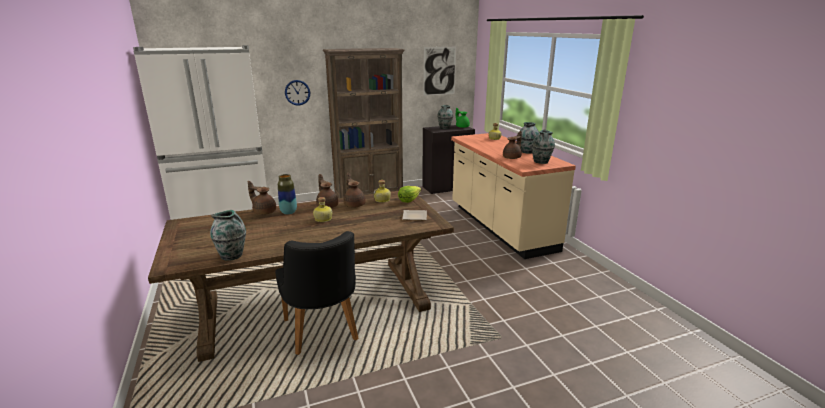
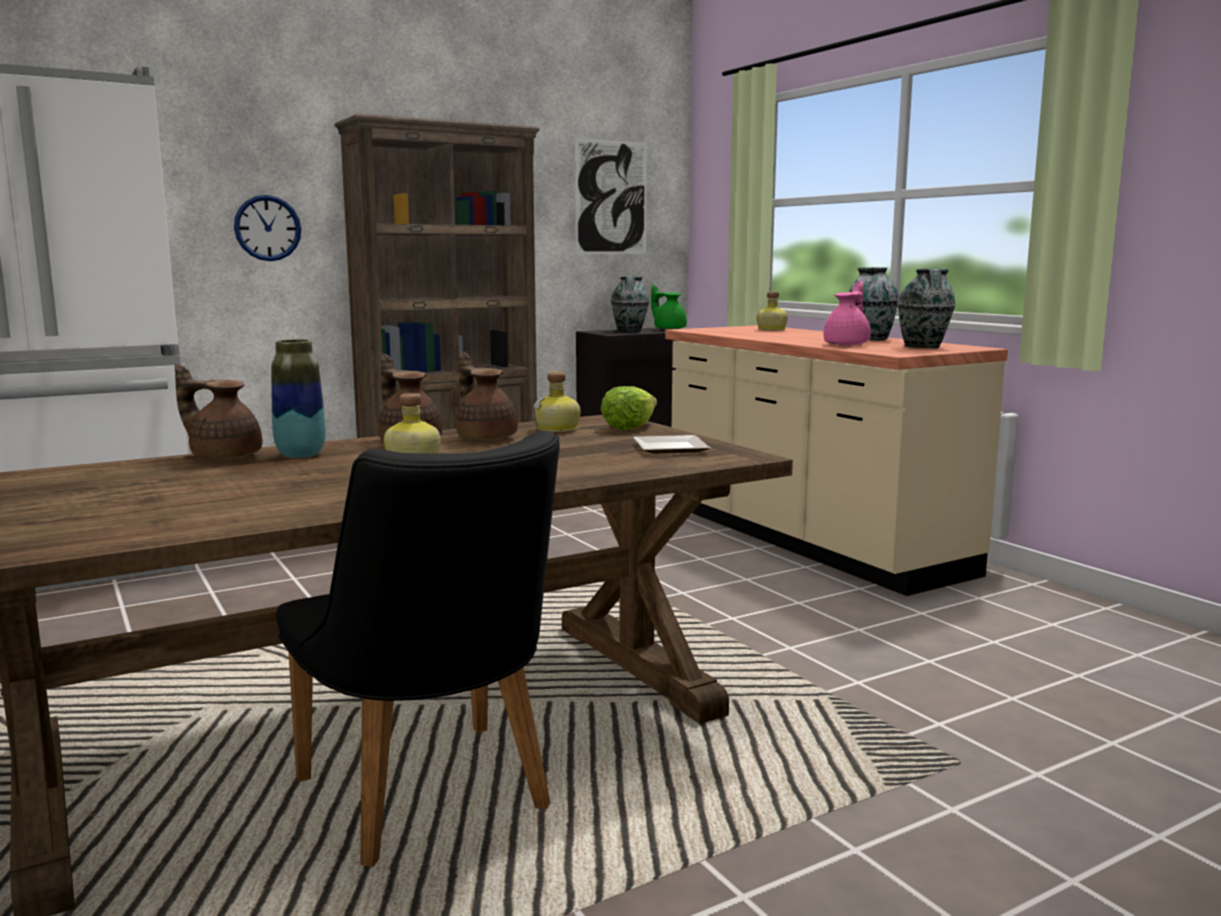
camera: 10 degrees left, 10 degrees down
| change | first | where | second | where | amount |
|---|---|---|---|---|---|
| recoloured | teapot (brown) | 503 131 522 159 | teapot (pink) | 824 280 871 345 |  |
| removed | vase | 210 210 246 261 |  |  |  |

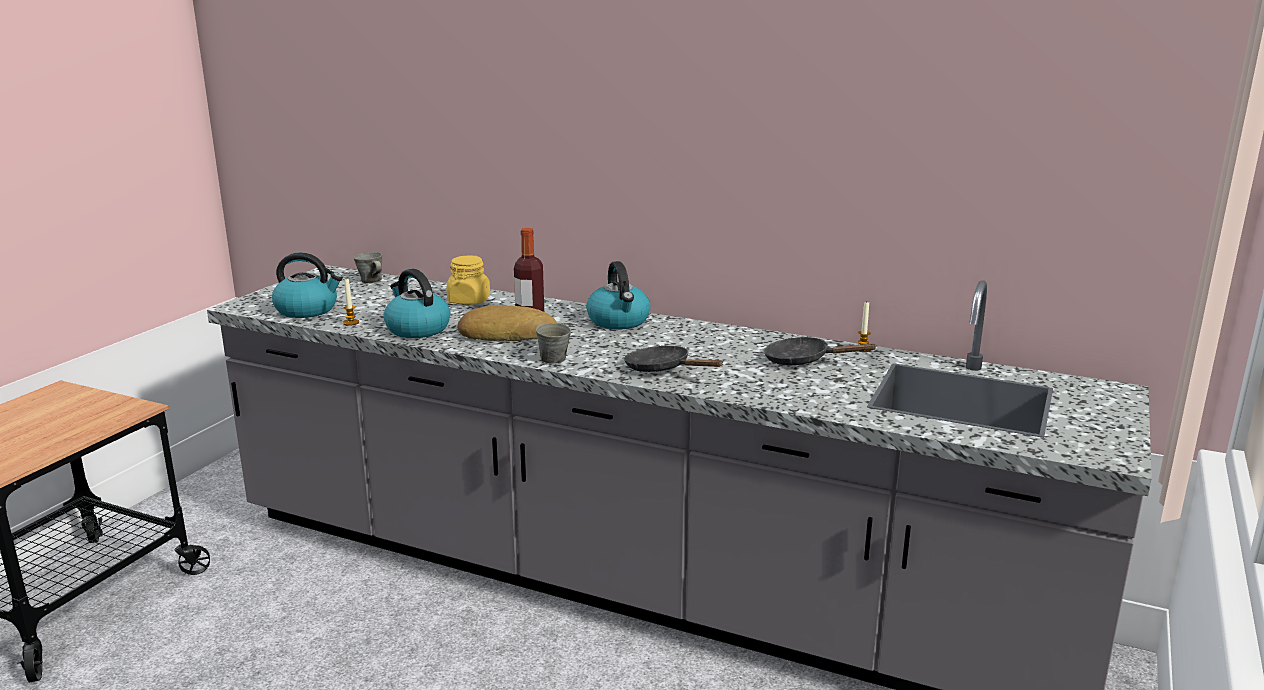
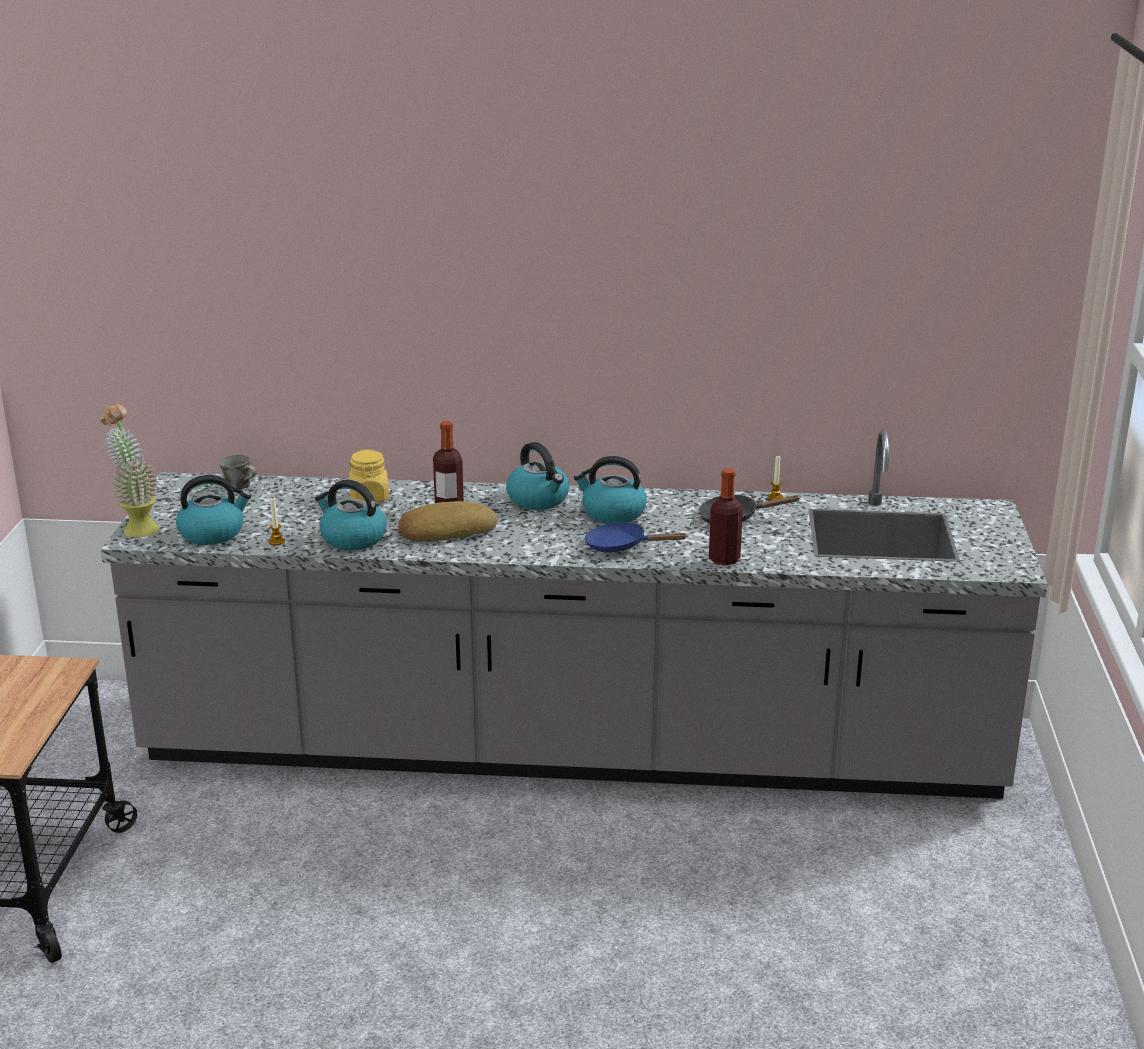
camera: 20 degrees left, 5 degrees up
| change | first | where | second | where | amount |
|---|---|---|---|---|---|
| added |  |  | potted plant | 101 404 159 537 |  |
| added |  |  | kettle | 574 456 647 524 |  |
| recoloured | frying pan (black) | 624 346 723 372 | frying pan (blue) | 585 521 688 553 |  |
| added |  |  | bottle | 709 468 743 565 |  |
| removed | mug (grey) | 536 323 571 364 |  |  |  |

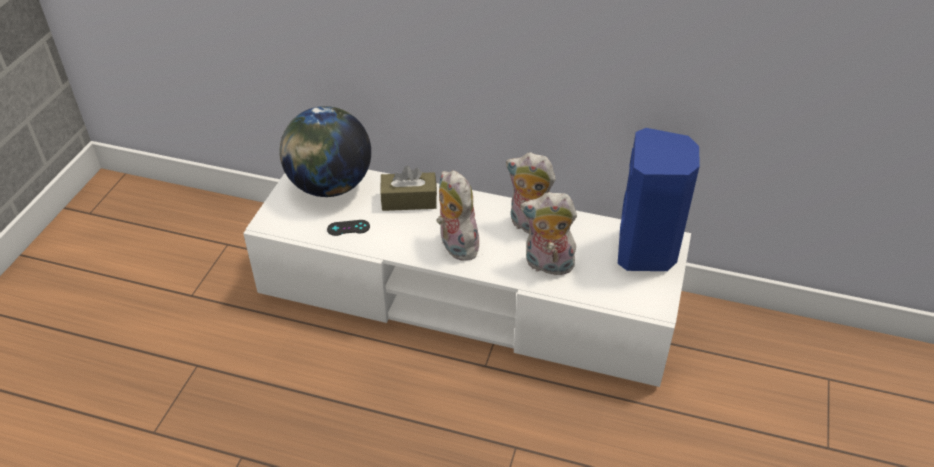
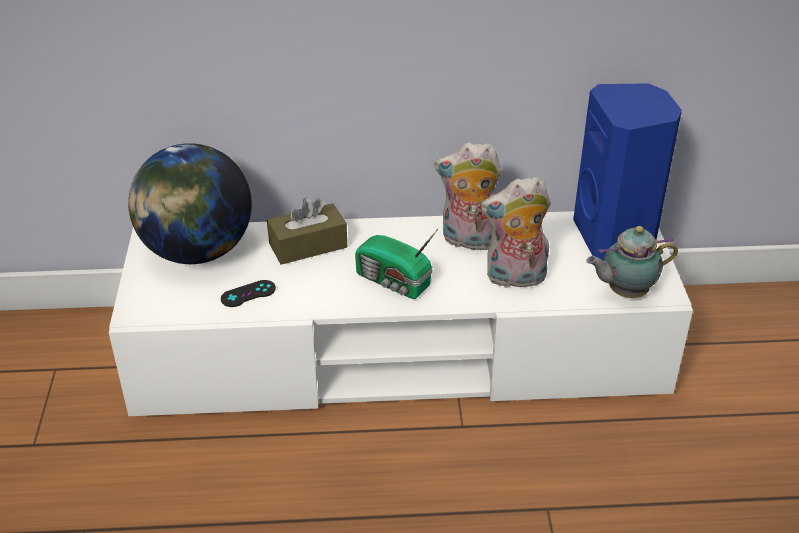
camera: 20 degrees left, 5 degrees down
| change | first | where | second | where | amount |
|---|---|---|---|---|---|
| replaced | plush toy | 437 170 482 261 | radio | 355 228 439 299 |  |
| added |  |  | teapot | 586 226 678 298 |  |

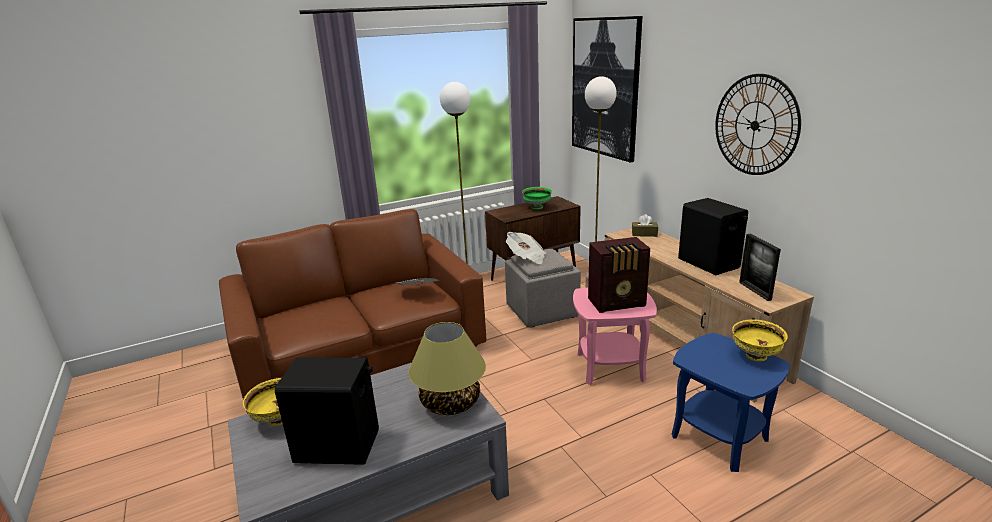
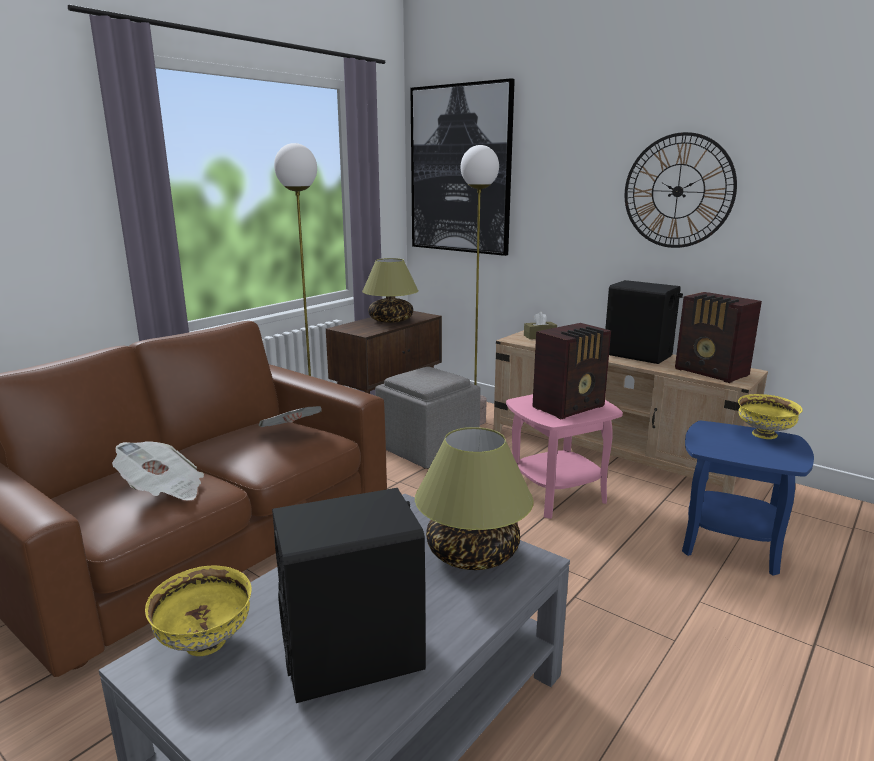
camera: 25 degrees left, 5 degrees down
| change | first | where | second | where | amount |
|---|---|---|---|---|---|
| moved | newspaper | 506 232 546 264 |  | 112 441 204 501 |  |
| replaced | bowl (green) | 522 187 552 209 | table lamp | 362 258 418 323 |  |
| replaced | picture frame | 739 234 781 301 | radio | 675 292 762 383 |  |

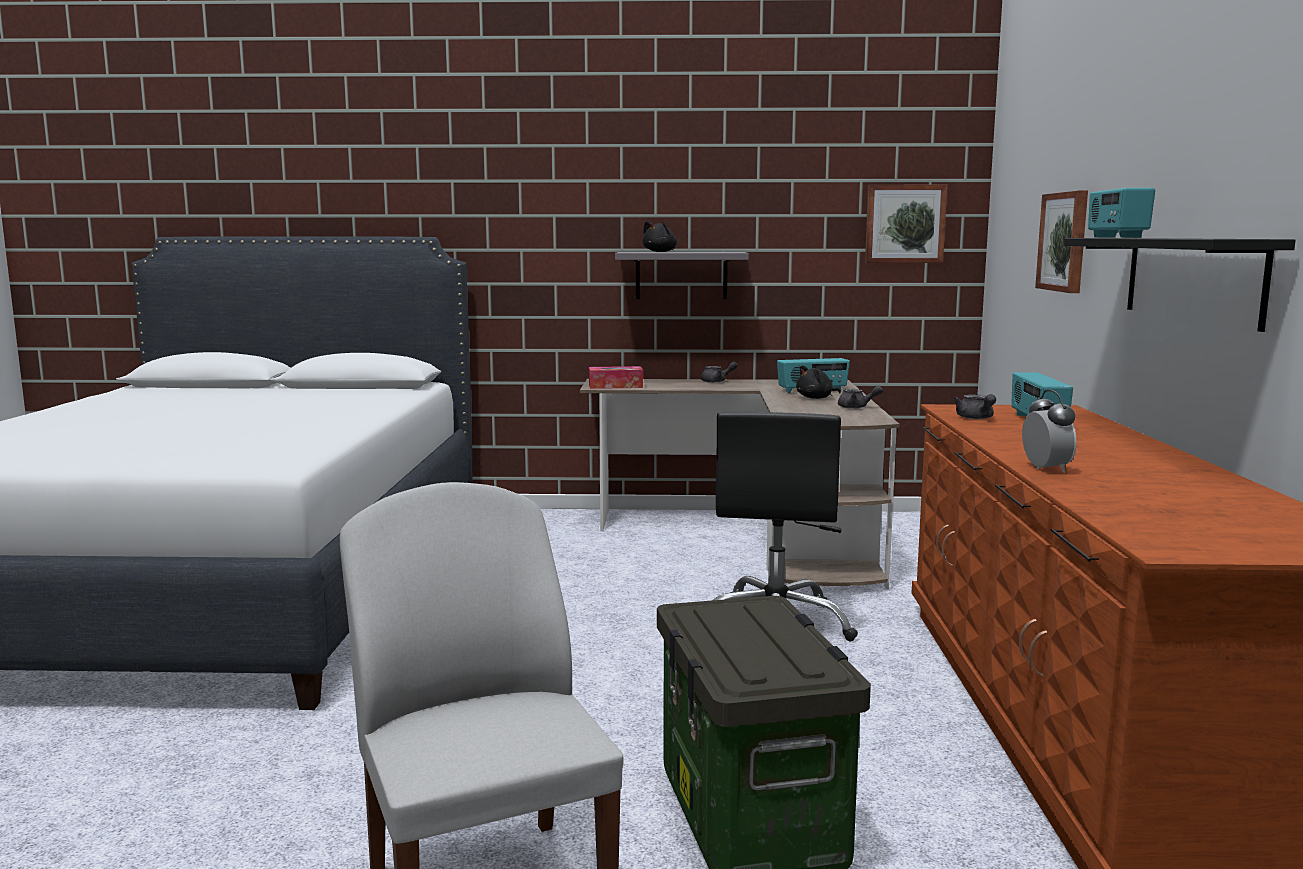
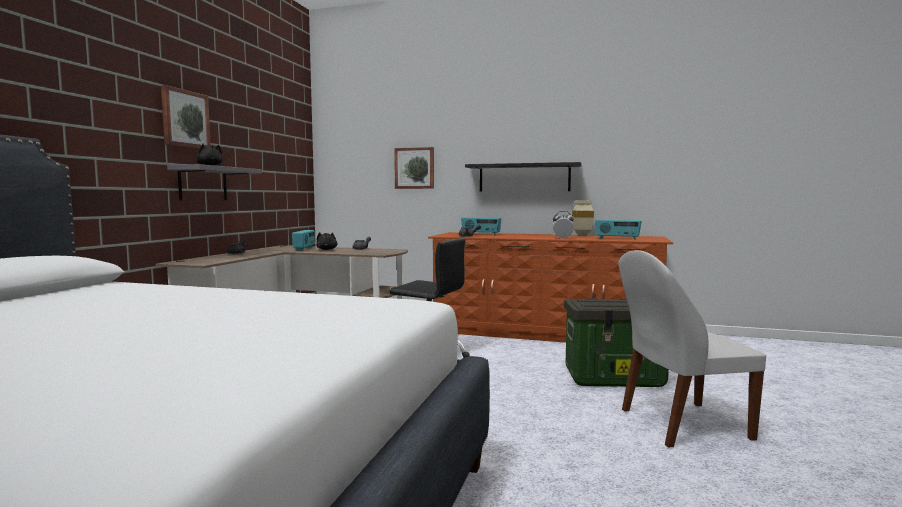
camera: 75 degrees left, 5 degrees down
| change | first | where | second | where | amount |
|---|---|---|---|---|---|
| moved | picture | 865 185 947 263 |  | 161 85 211 149 |  |
| added |  |  | vase (beige) | 572 200 594 236 |  |
| moved | radio | 1088 188 1155 238 |  | 595 219 641 240 |  |
| removed | tissue box | 589 366 643 389 |  |  |  |

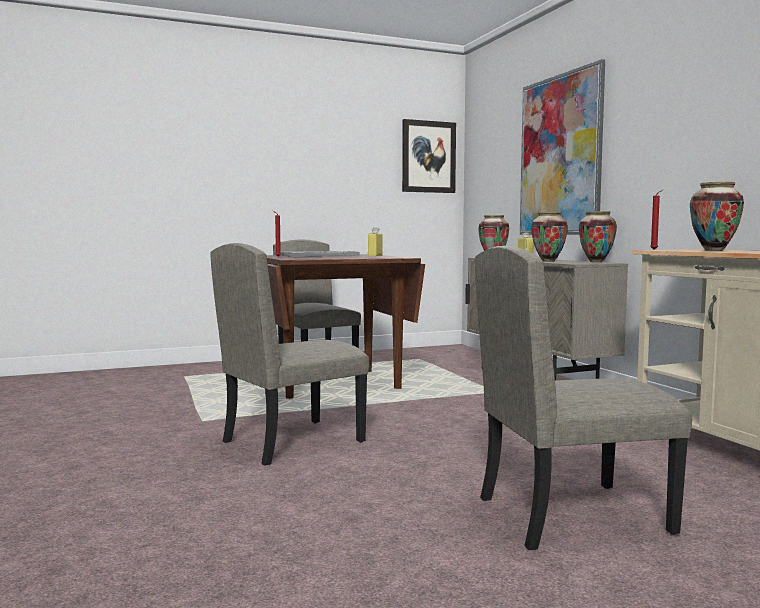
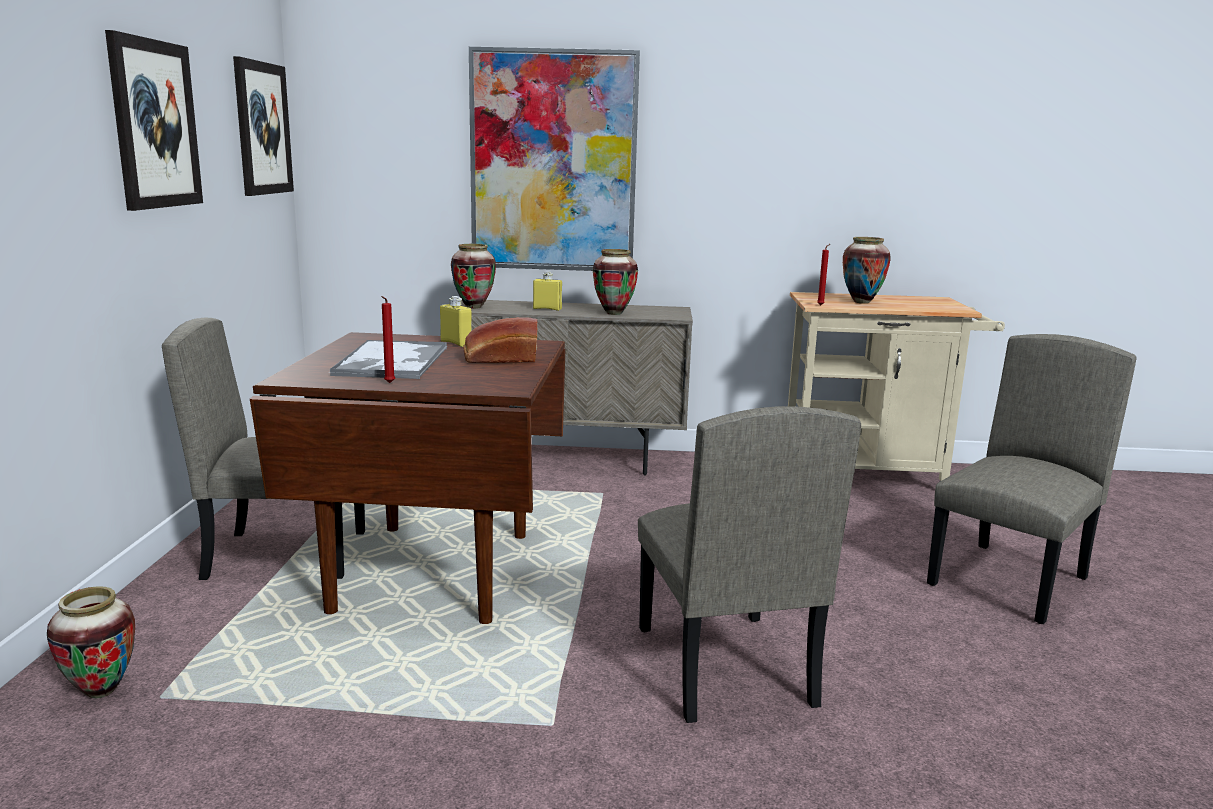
camera: 65 degrees left, 10 degrees up
| change | first | where | second | where | amount |
|---|---|---|---|---|---|
| moved | vase | 579 211 617 262 |  | 47 586 135 698 |  |
| added |  |  | picture | 105 30 203 211 |  |
| added |  |  | bread | 464 317 538 363 |  |
| turned | chair (beige) | 475 246 692 550 |  | 927 334 1137 624 | 150 degrees counterclockwise |

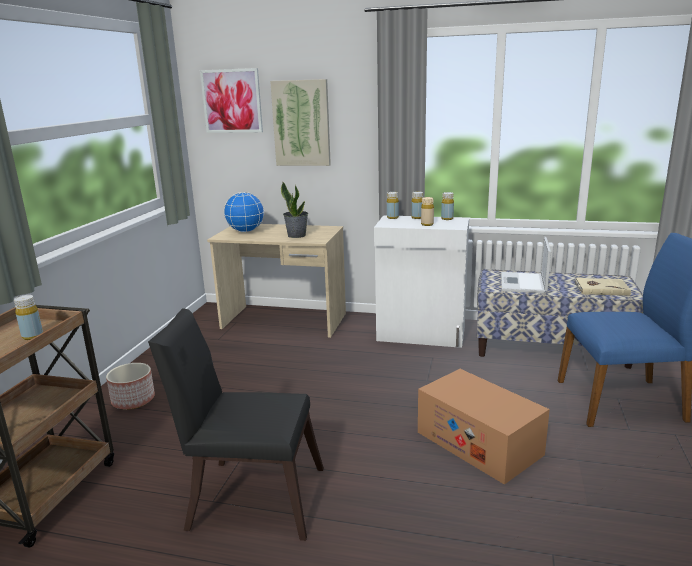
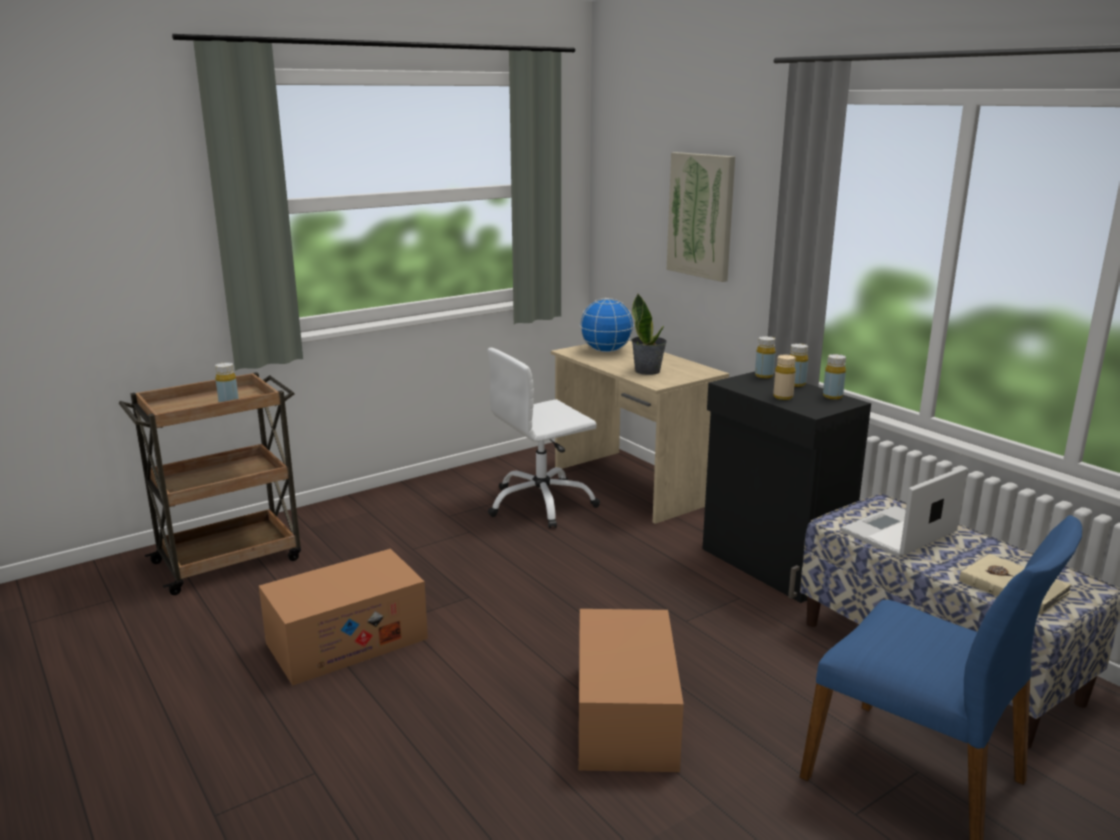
camera: 40 degrees right, 0 degrees up
| change | first | where | second | where | amount |
|---|---|---|---|---|---|
| replaced | chair (black) | 148 308 324 541 | cardboard box | 259 549 428 686 |  |
| added |  |  | office chair (white) | 488 348 600 529 |  |
| recoloured | cabinet (white) | 374 215 469 348 | cabinet (black) | 702 372 871 603 |  |
| removed | planter | 106 363 155 410 |  |  |  |
| removed | picture | 200 68 263 133 |  |  |  |

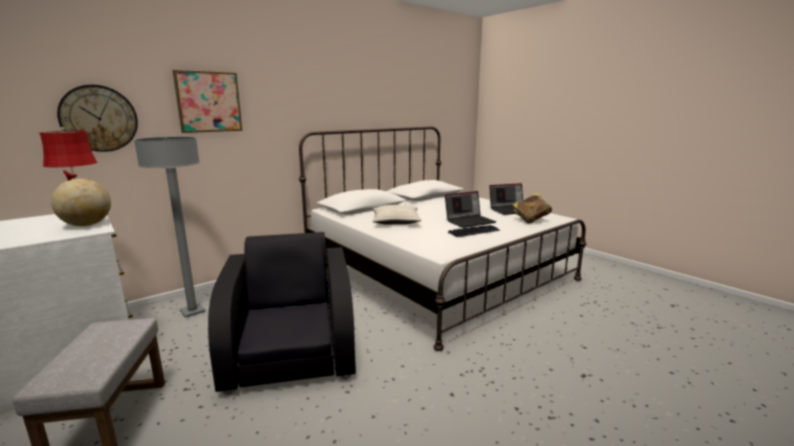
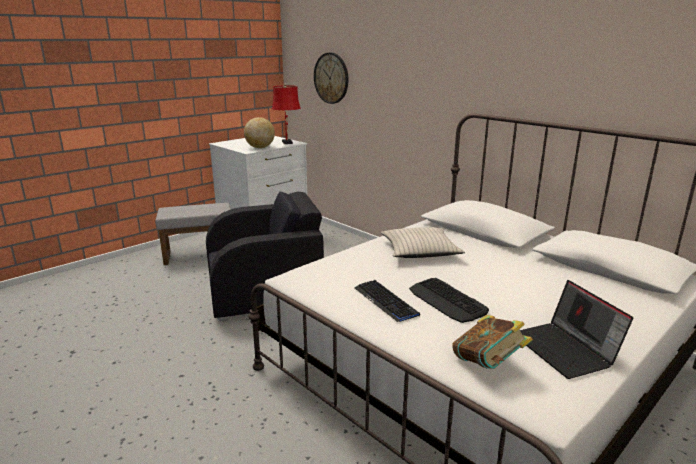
camera: 85 degrees right, 5 degrees up
| change | first | where | second | where | amount |
|---|---|---|---|---|---|
| replaced | laptop | 445 191 496 228 | keyboard | 409 278 489 323 |  |
| removed | floor lamp (grey) | 134 136 206 318 |  |  |  |
| removed | picture | 173 70 242 133 |  |  |  |

